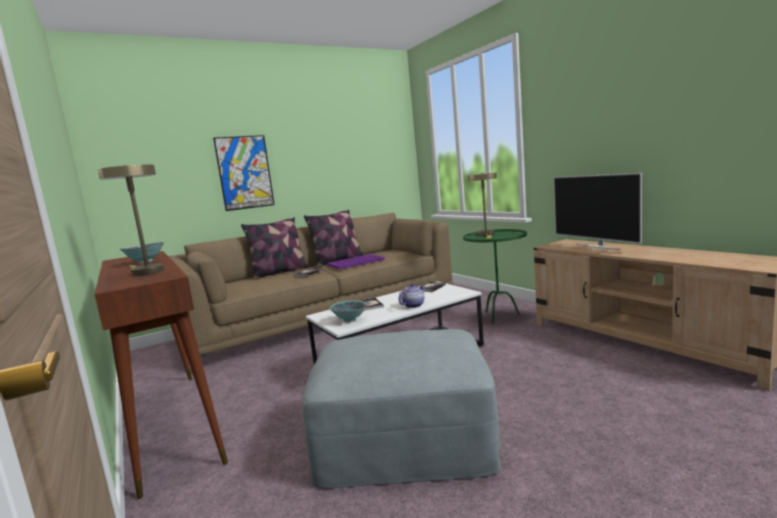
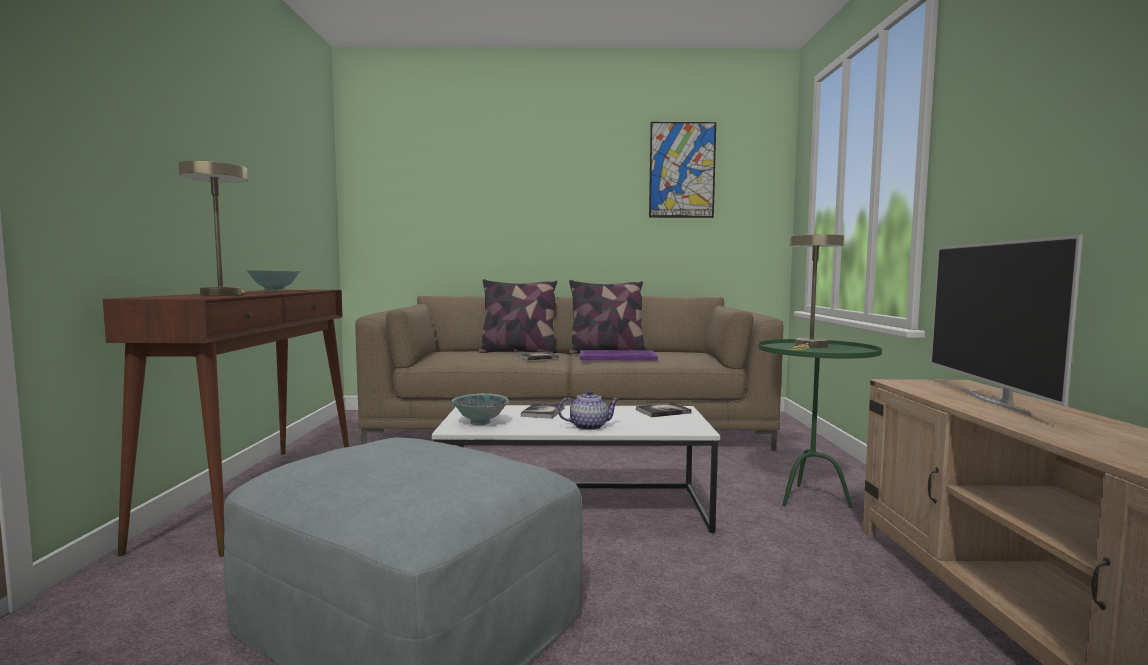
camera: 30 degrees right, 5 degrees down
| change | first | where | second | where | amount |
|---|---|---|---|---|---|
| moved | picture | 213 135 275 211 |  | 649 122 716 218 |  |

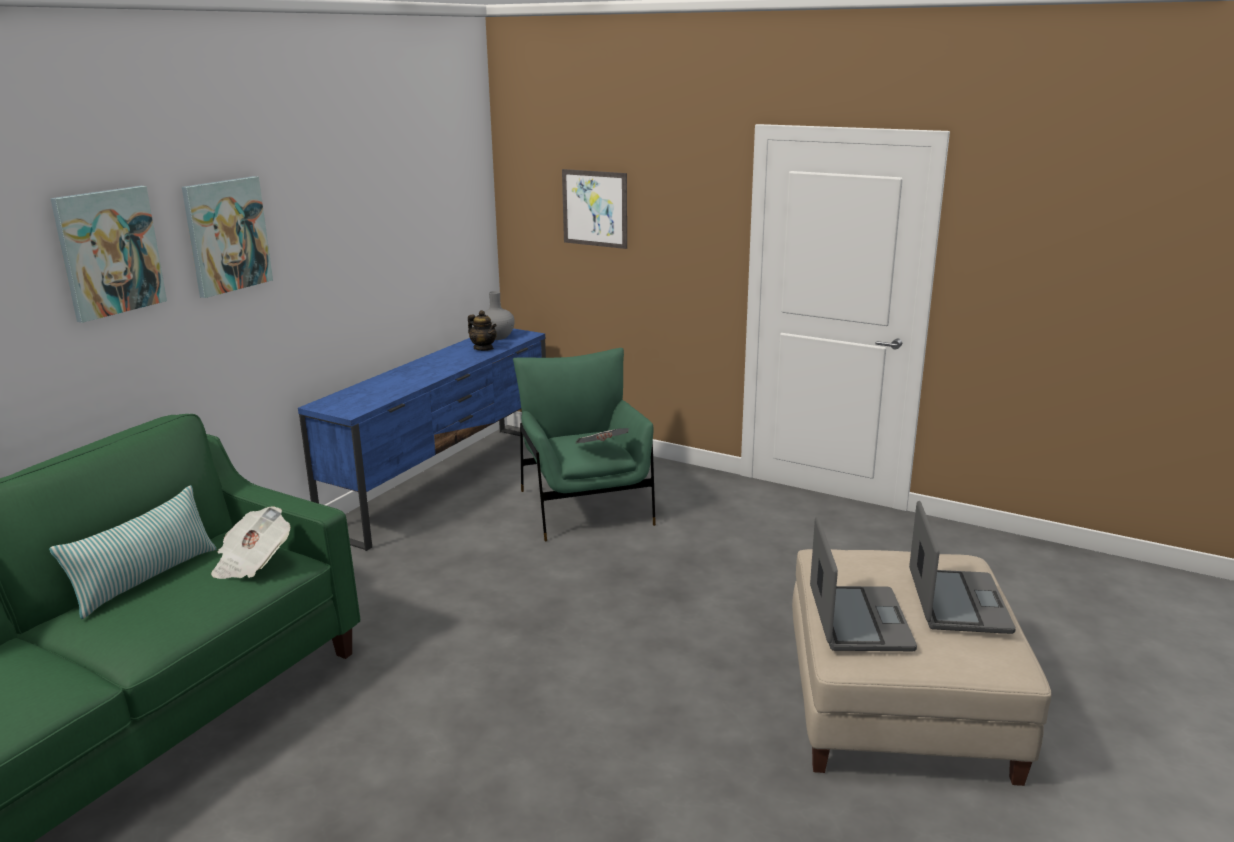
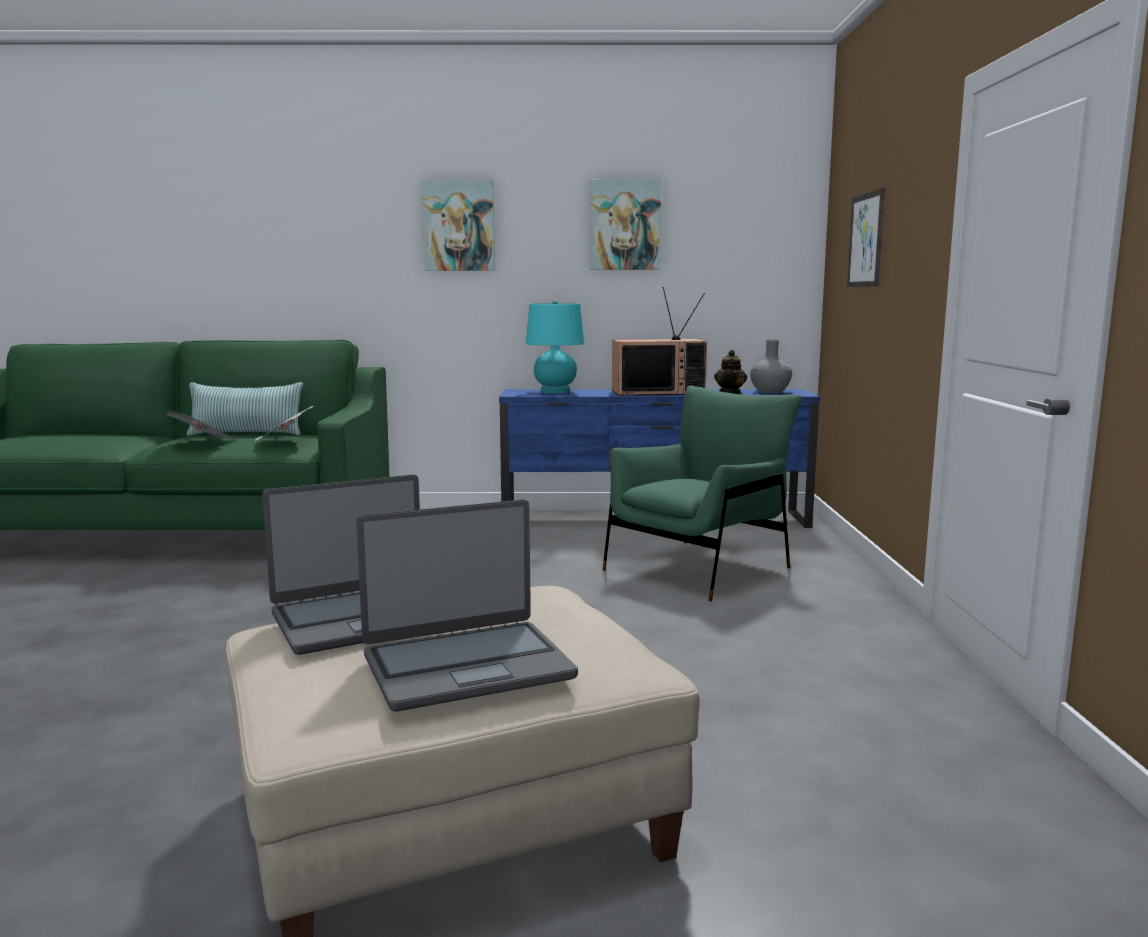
camera: 60 degrees right, 10 degrees down
| change | first | where | second | where | amount |
|---|---|---|---|---|---|
| moved | newspaper | 575 428 629 443 |  | 166 411 236 439 |  |
| added |  |  | table lamp (turquoise) | 526 300 585 394 |  |
| moved | picture | 50 186 167 323 |  | 590 179 661 270 |  |
| added |  |  | television | 612 287 707 396 |  |

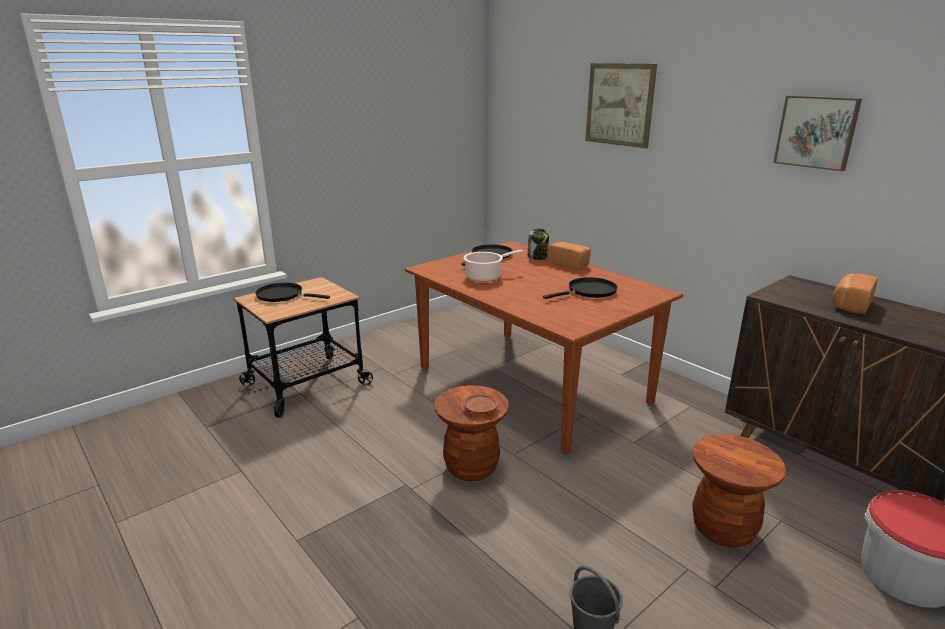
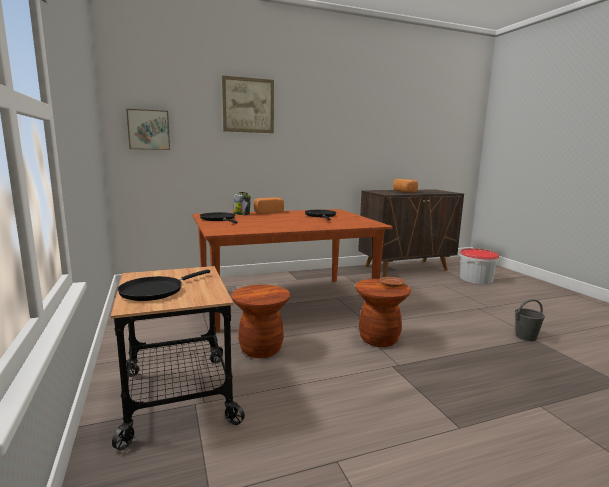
camera: 70 degrees left, 10 degrees down
| change | first | where | second | where | amount |
|---|---|---|---|---|---|
| moved | picture | 773 95 862 171 |  | 126 109 170 150 |  |
| moved | stool (brown) | 692 434 786 547 |  | 231 284 290 358 |  |
| removed | cooking pot | 464 250 523 282 |  |  |  |

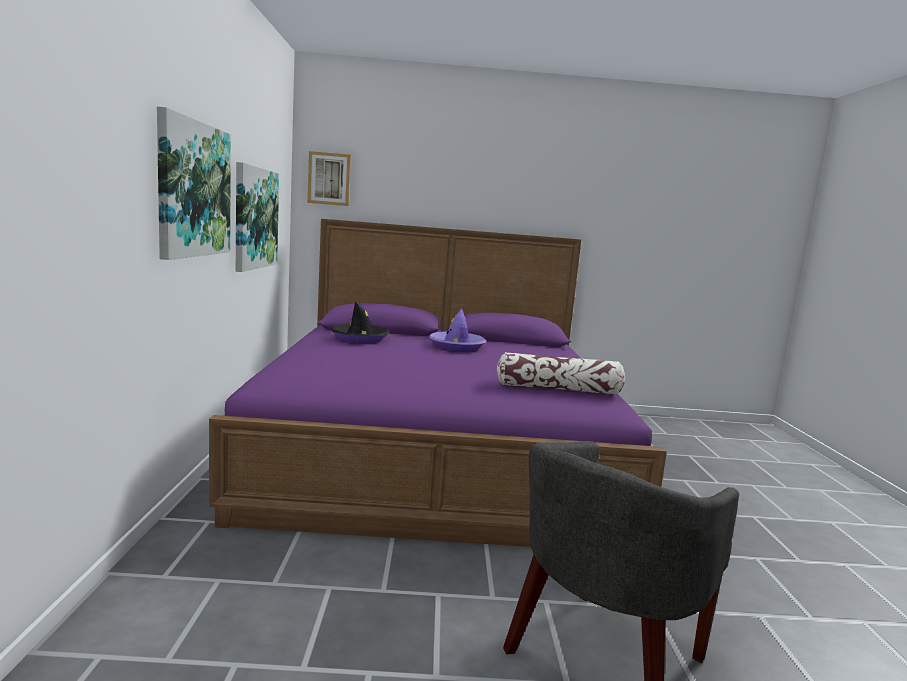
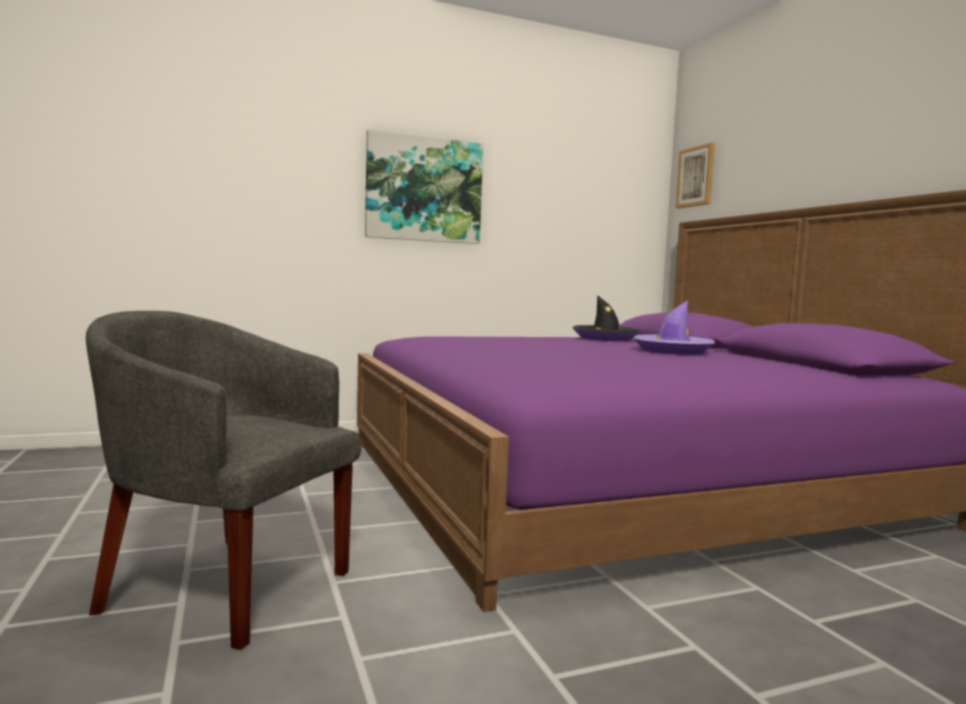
camera: 70 degrees right, 5 degrees down
| change | first | where | second | where | amount |
|---|---|---|---|---|---|
| removed | picture | 236 162 279 272 |  |  |  |
| removed | pillow | 497 352 625 395 |  |  |  |

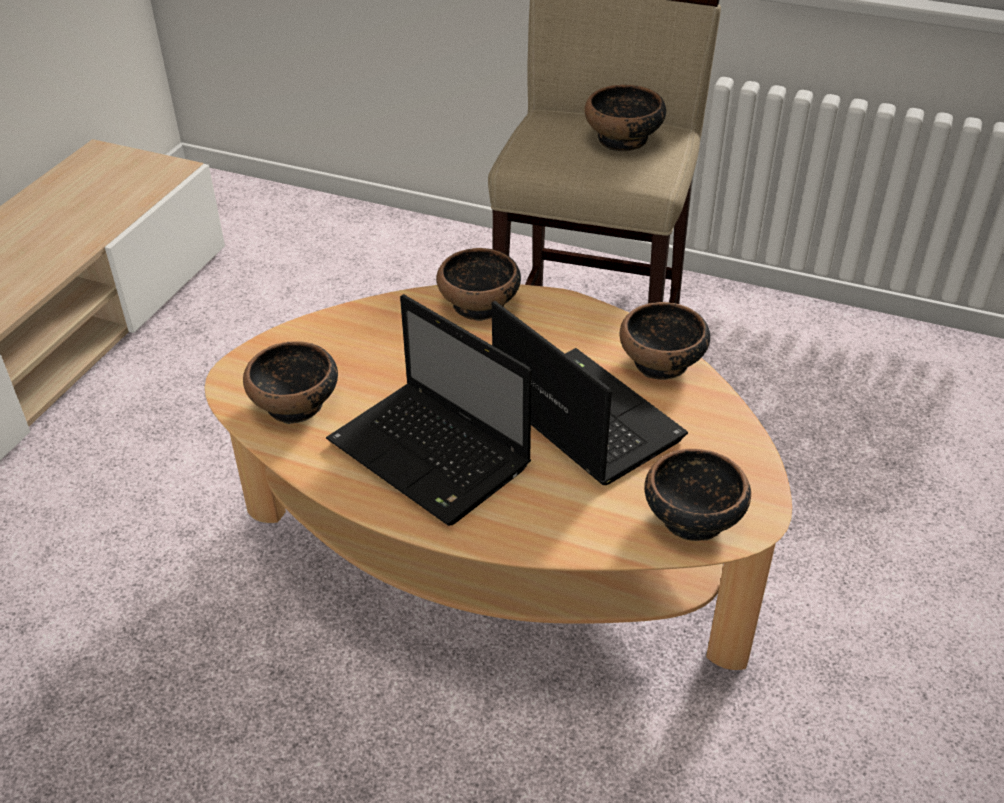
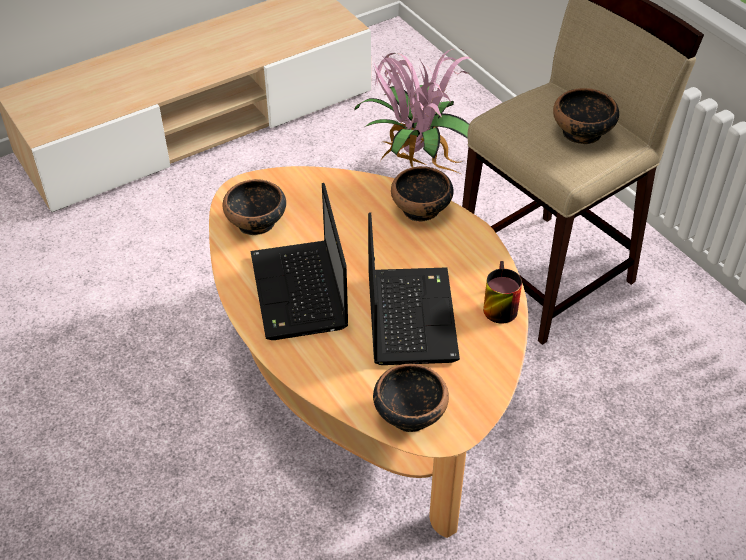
camera: 35 degrees right, 5 degrees up
| change | first | where | second | where | amount |
|---|---|---|---|---|---|
| added |  |  | potted plant | 354 49 474 173 |  |
| replaced | bowl | 619 302 710 380 | mug | 483 261 522 324 |  |

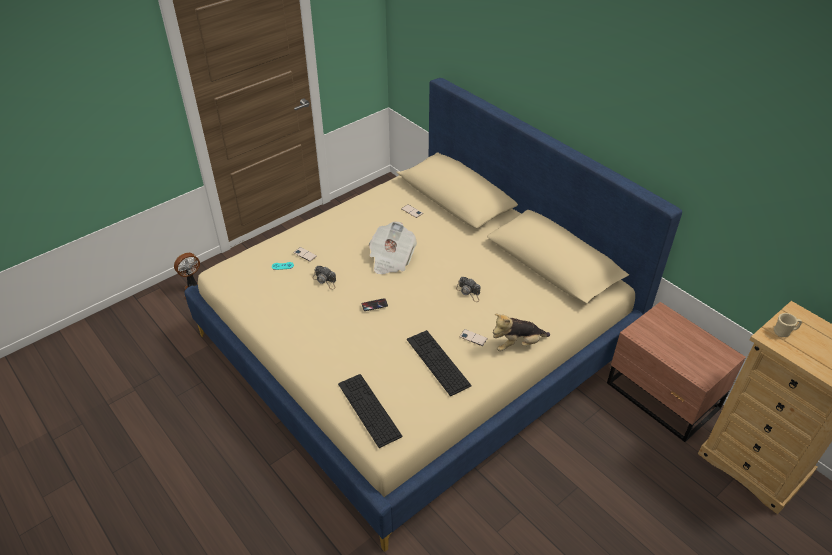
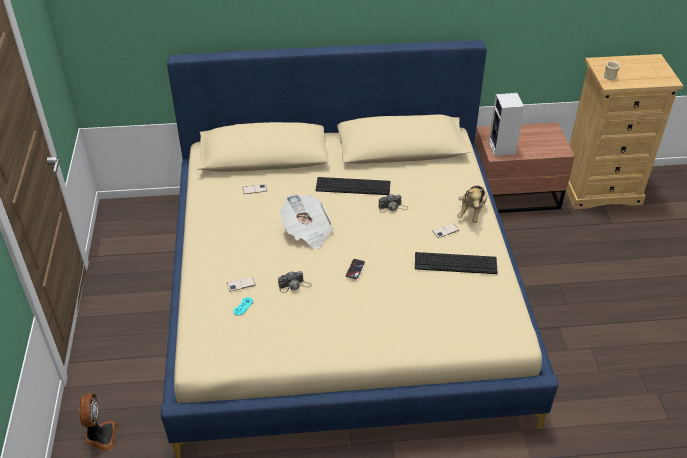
camera: 55 degrees left, 0 degrees up
| change | first | where | second | where | amount |
|---|---|---|---|---|---|
| moved | keyboard | 338 374 402 448 |  | 315 177 391 195 |  |
| added |  |  | speaker | 489 93 524 156 |  |

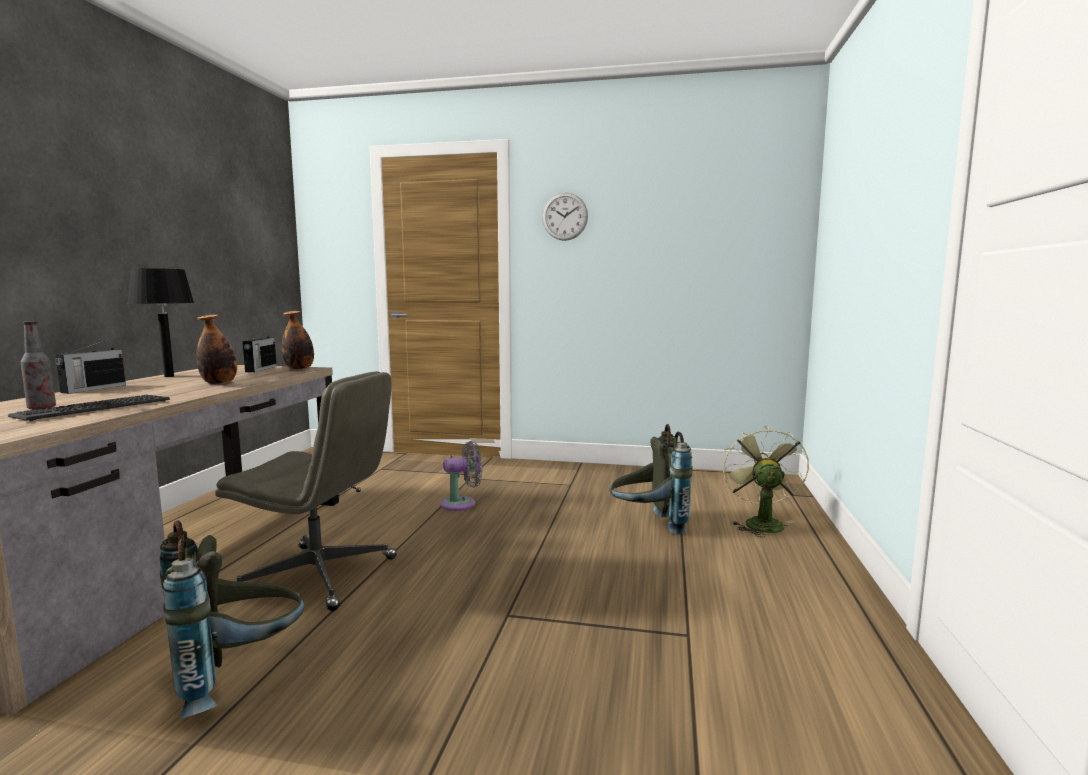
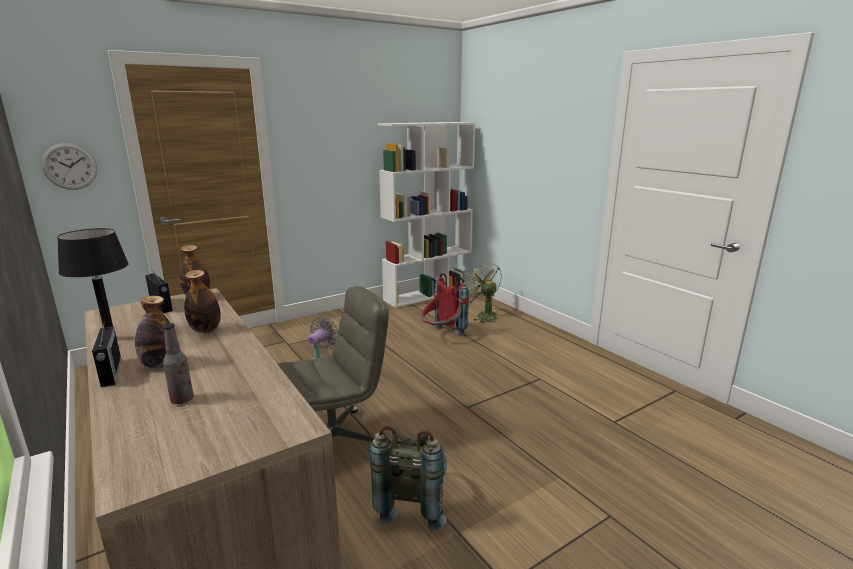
camera: 45 degrees left, 10 degrees up
| change | first | where | second | where | amount |
|---|---|---|---|---|---|
| moved | wall clock | 542 193 588 241 |  | 41 143 97 190 |  |
| added |  |  | bottle | 135 296 170 368 |  |
| added |  |  | bookcase (white) | 378 122 475 308 |  |
| recoloured | backpack (grey) | 609 424 693 535 | backpack (red) | 421 273 469 336 |  |
| removed | keyboard | 8 395 170 421 |  |  |  |

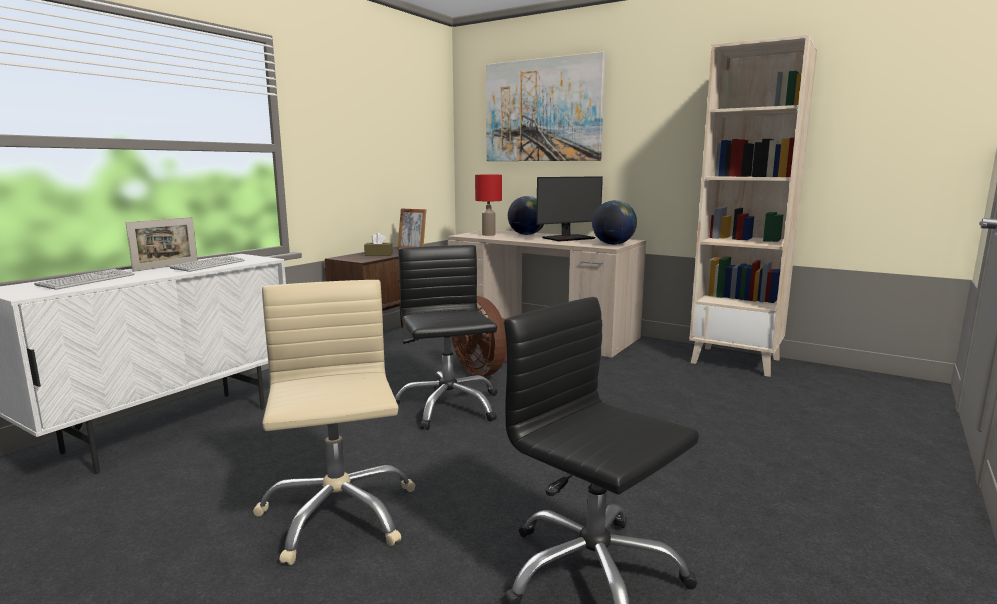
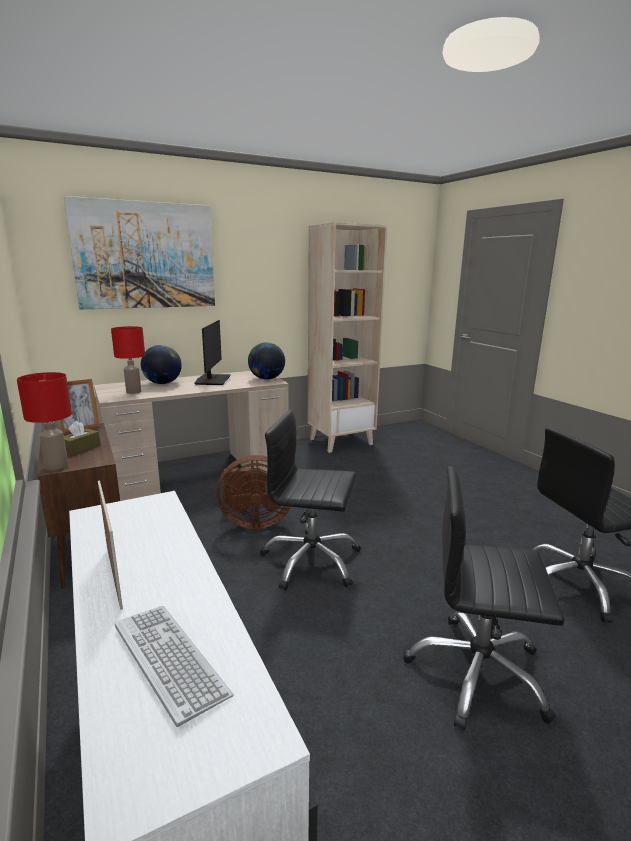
camera: 60 degrees left, 5 degrees up
| change | first | where | second | where | amount |
|---|---|---|---|---|---|
| added |  |  | table lamp (red) | 17 372 72 470 |  |
| recoloured | office chair (beige) | 253 280 415 565 | office chair (black) | 403 466 564 731 |  |
| removed | keyboard | 169 256 245 272 |  |  |  |

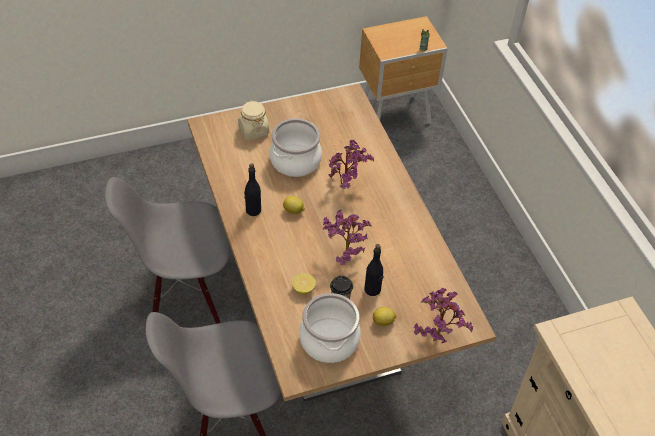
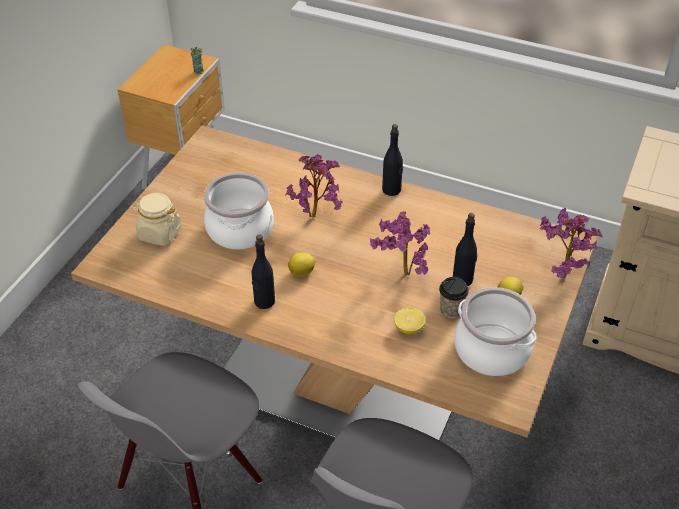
camera: 45 degrees left, 5 degrees down
| change | first | where | second | where | amount |
|---|---|---|---|---|---|
| added |  |  | bottle (black) | 382 124 403 196 |  |

